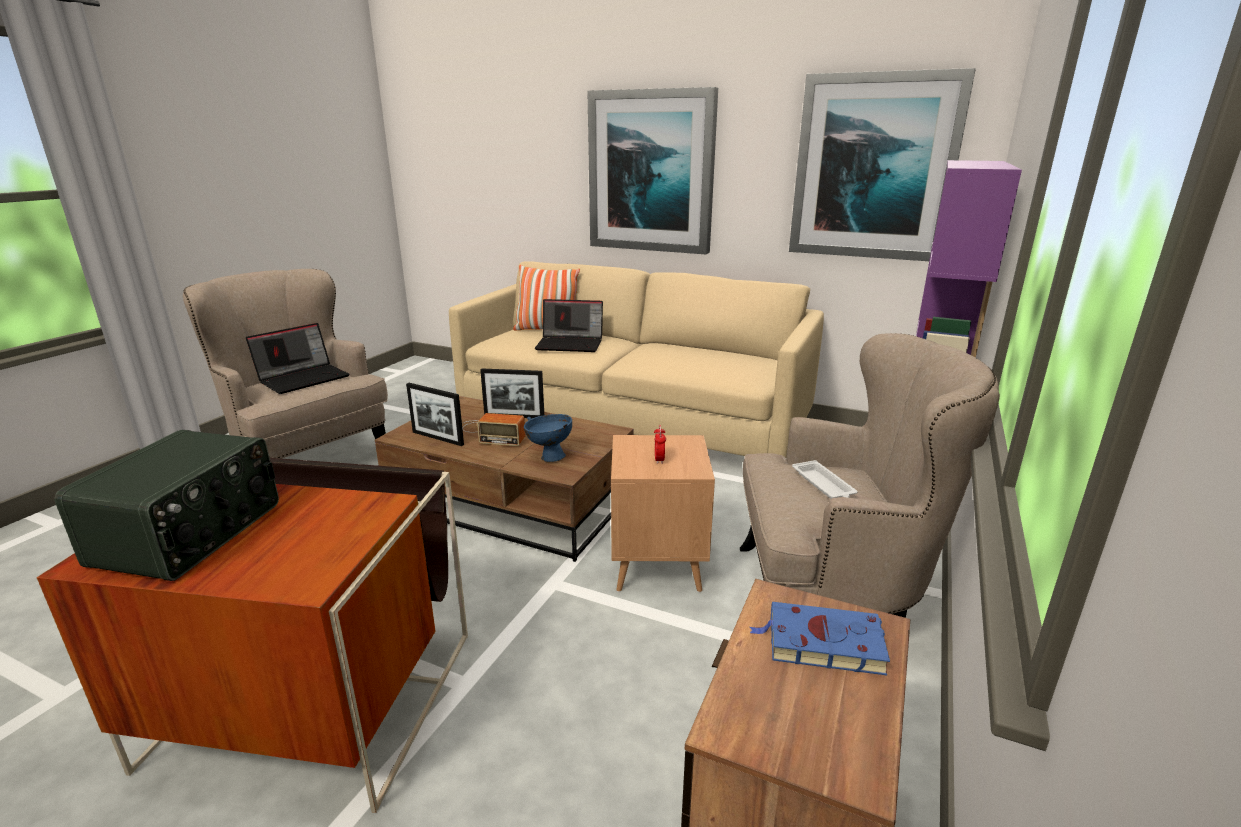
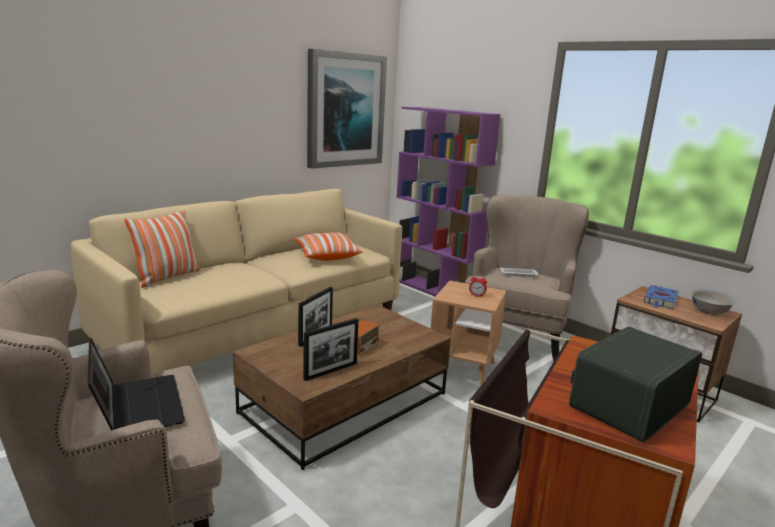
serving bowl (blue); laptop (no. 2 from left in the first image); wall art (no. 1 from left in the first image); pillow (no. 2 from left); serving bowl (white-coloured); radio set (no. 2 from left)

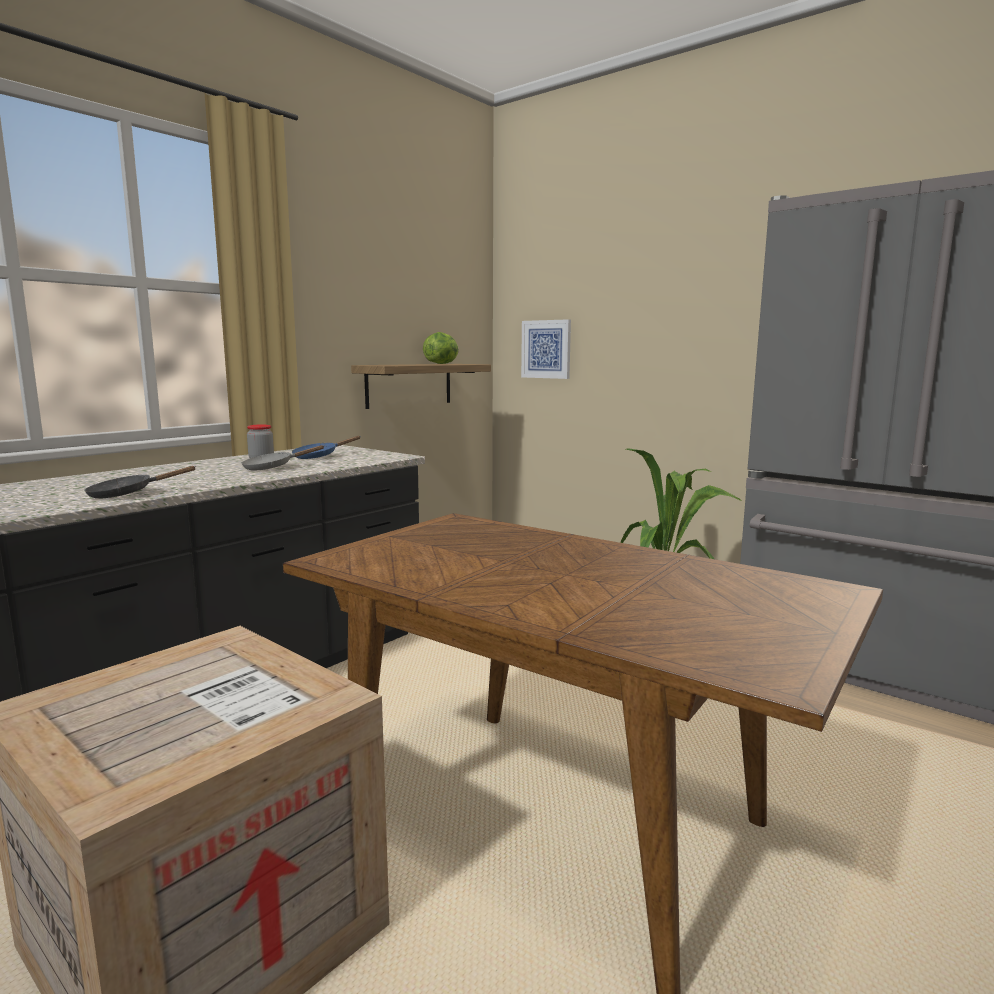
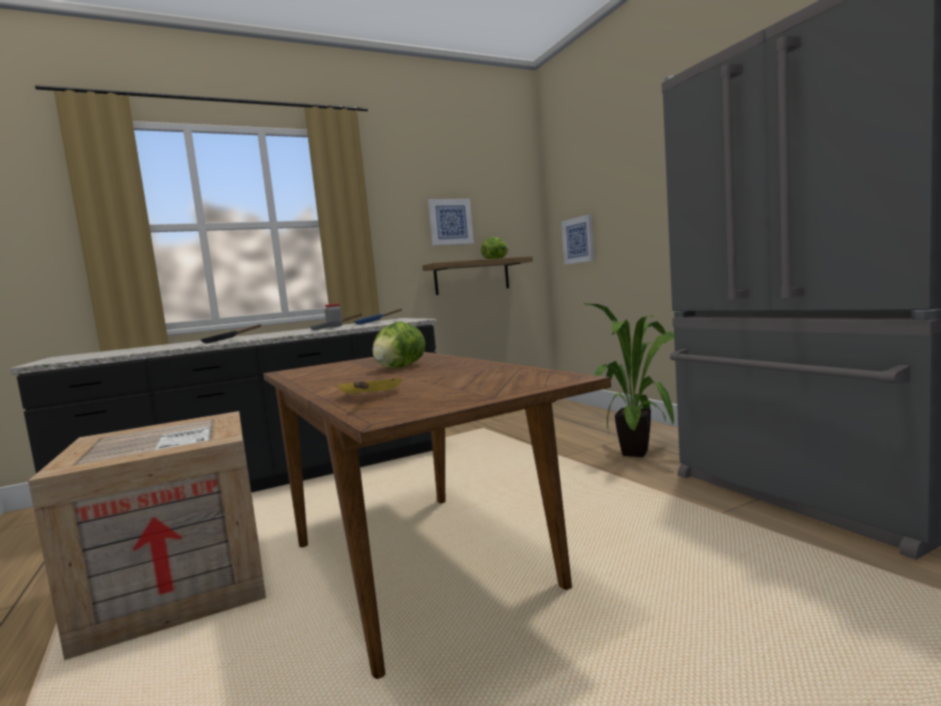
skillet (yellow-coloured); lettuce (no. 1 from left); wall art (no. 1 from left)

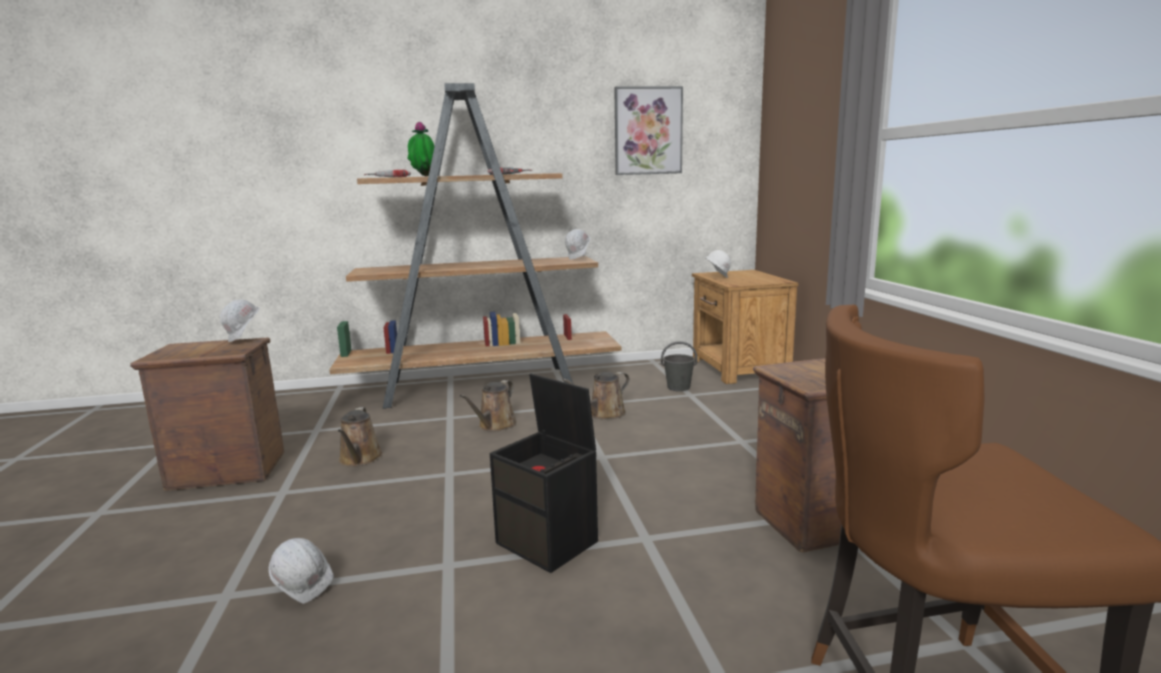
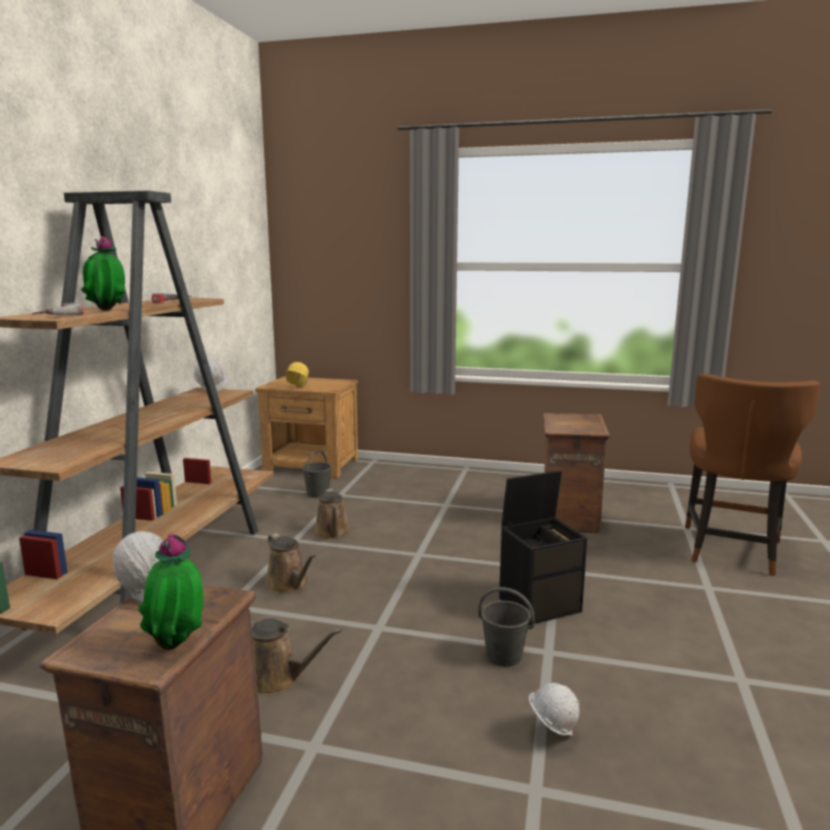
wall art; plant in a pot (no. 2 from left); water bucket (gray) (no. 2 from left); hard hat (yellow-coloured)

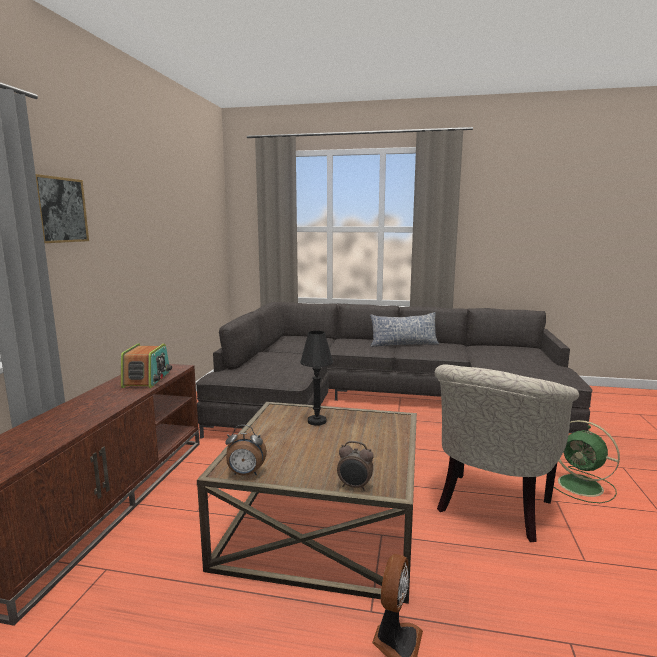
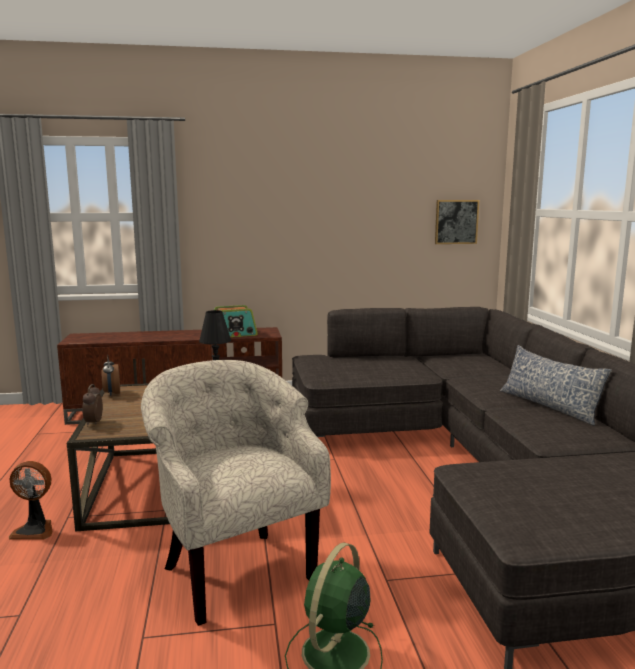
wall art; easy chair (sand-coloured)

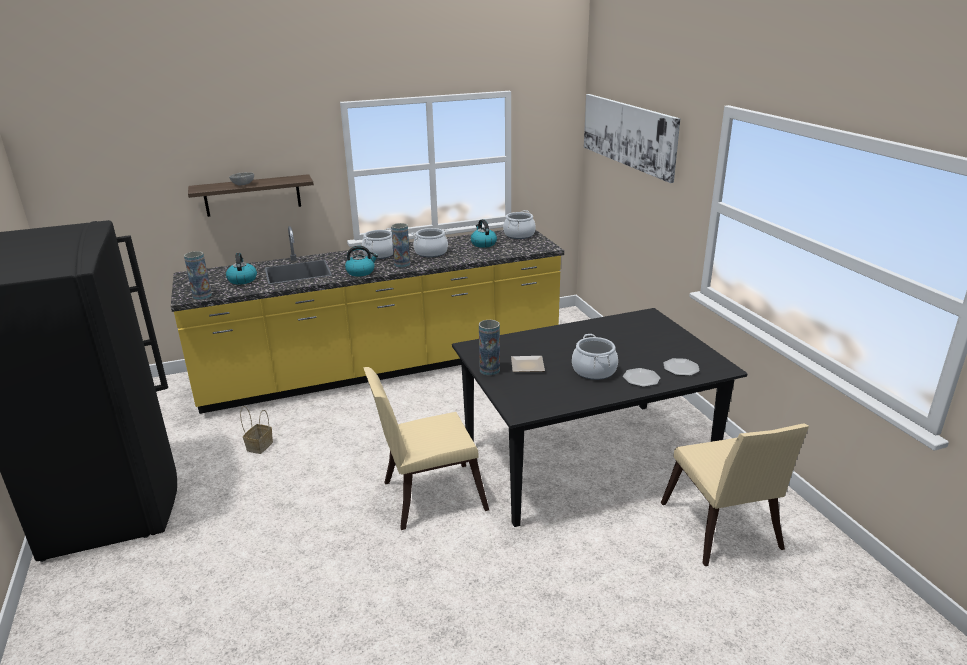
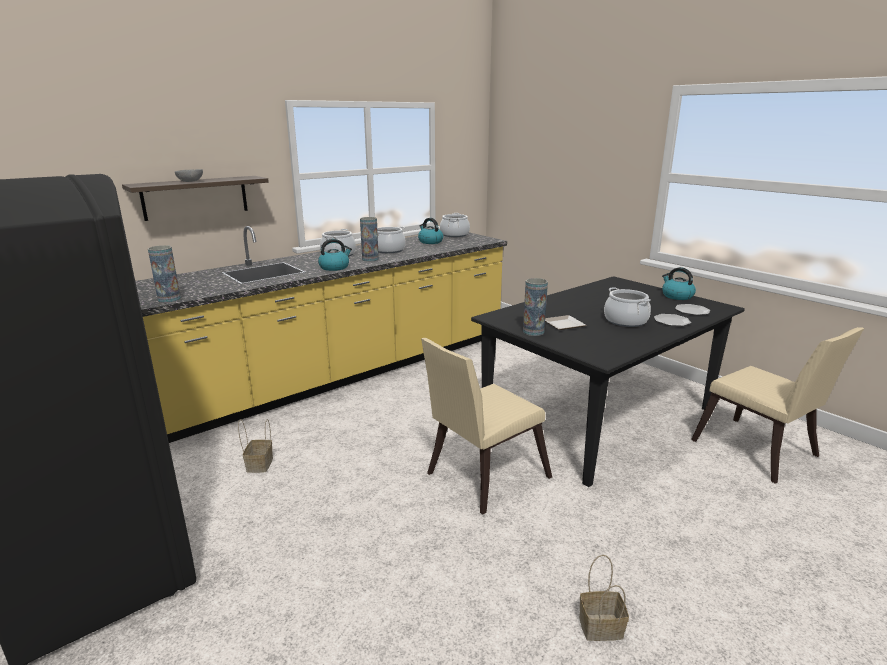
wall art; basket (no. 2 from left); tea kettle (no. 3 from left)

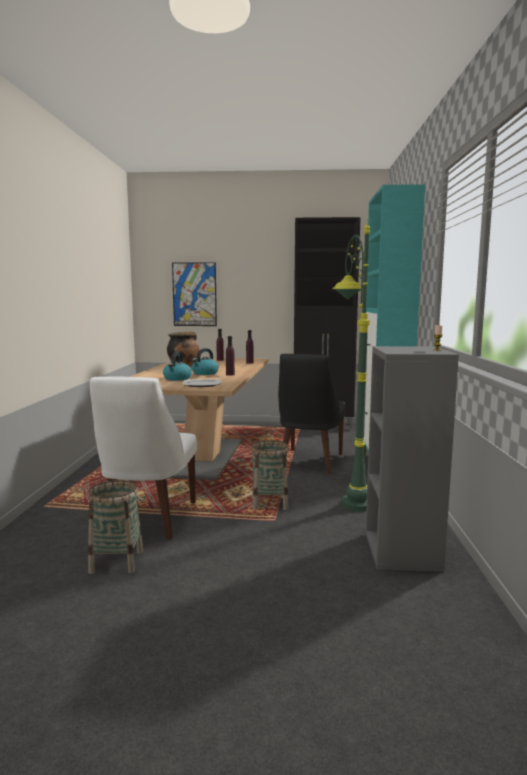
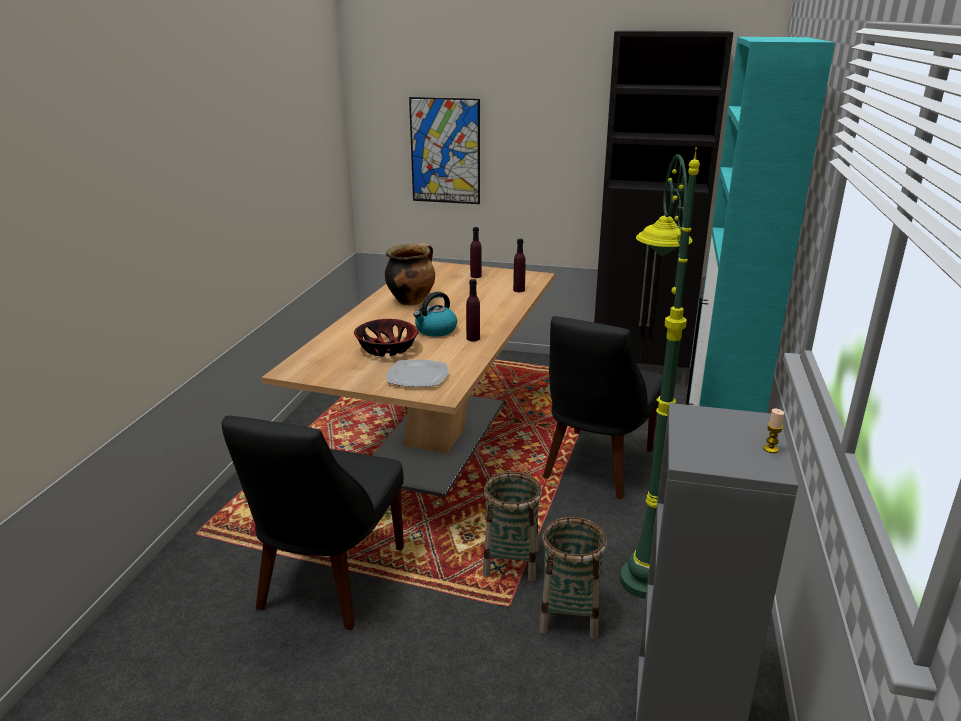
basket (no. 2 from left); serving bowl; upright chair (black-coloured) (no. 1 from left)

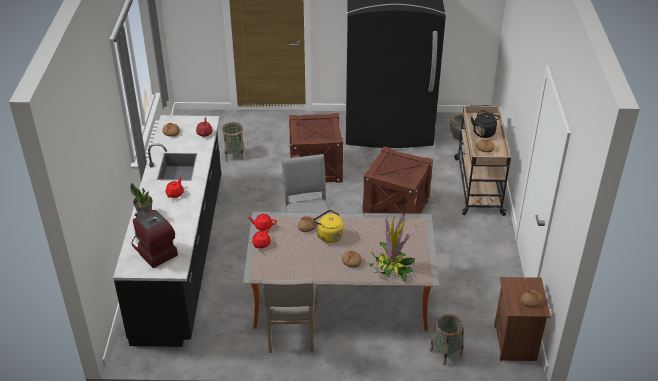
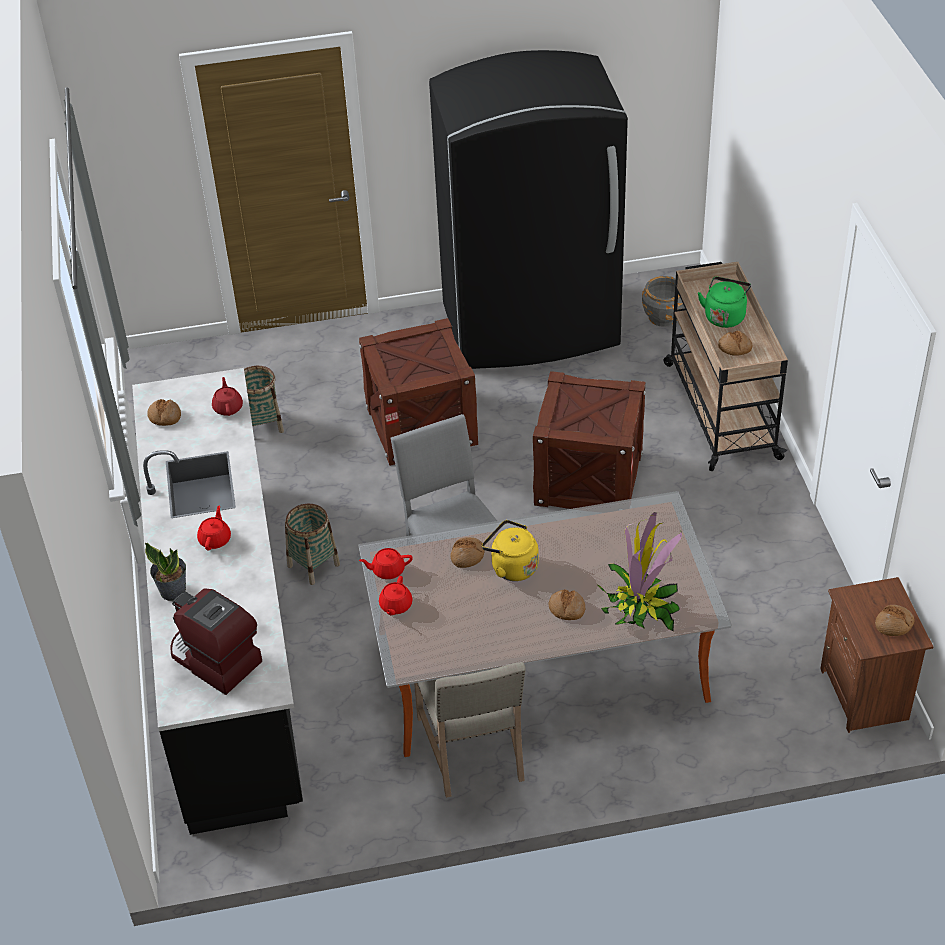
basket (no. 2 from left); tea kettle (green)

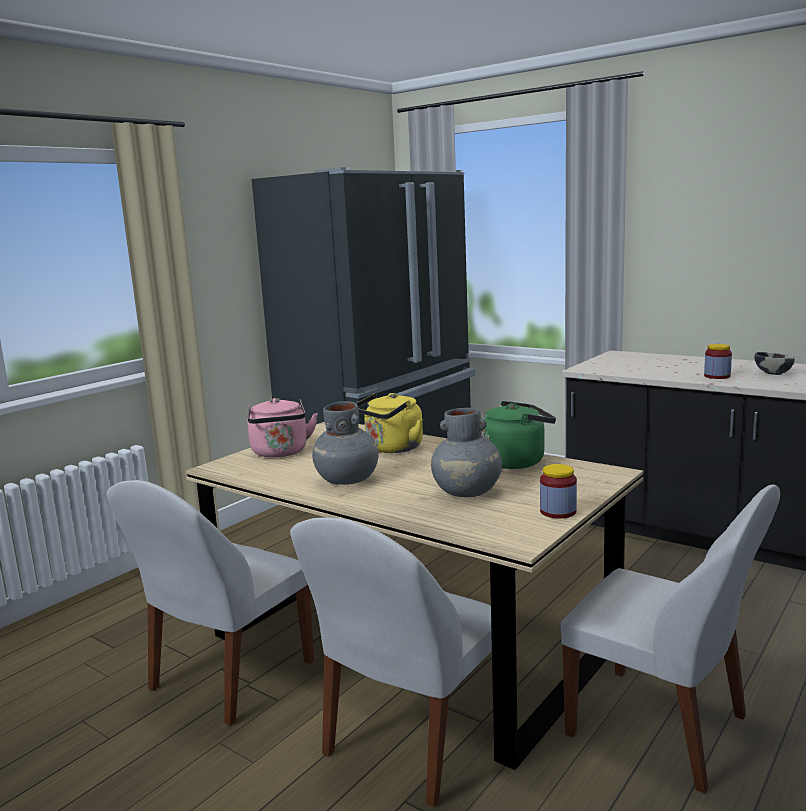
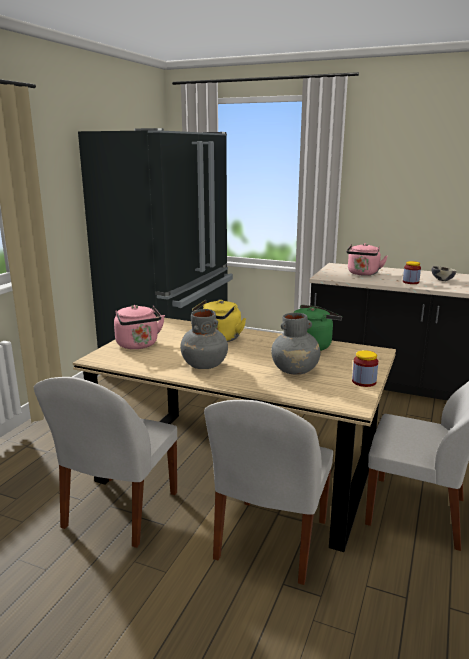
tea kettle (pink) (no. 2 from left)

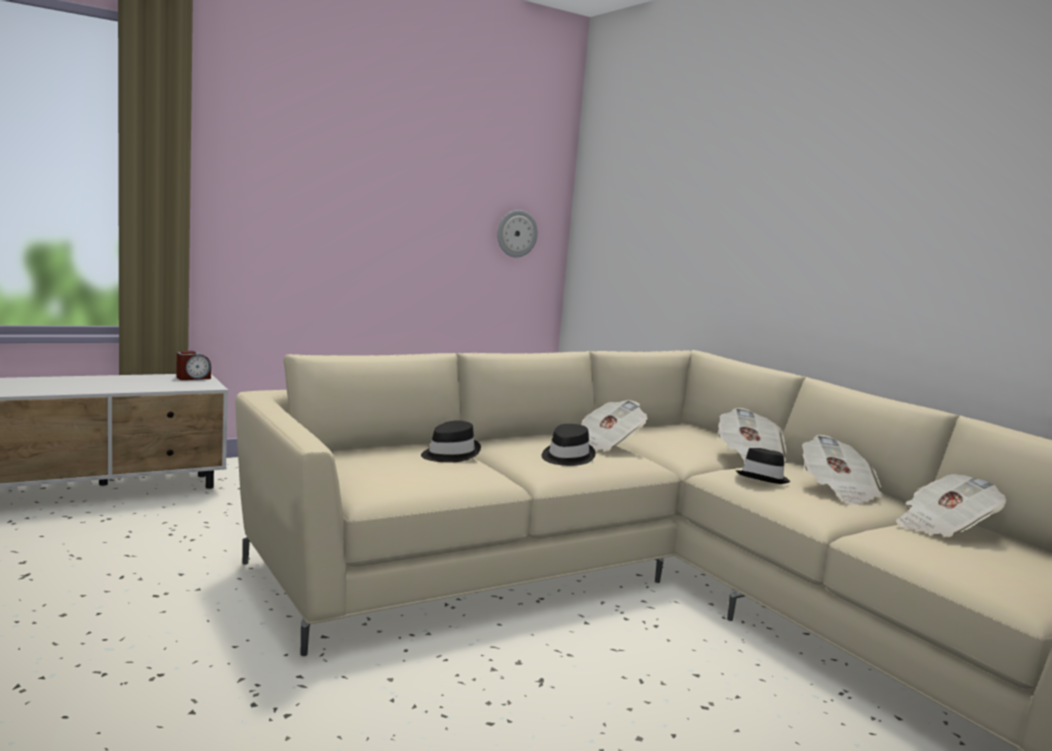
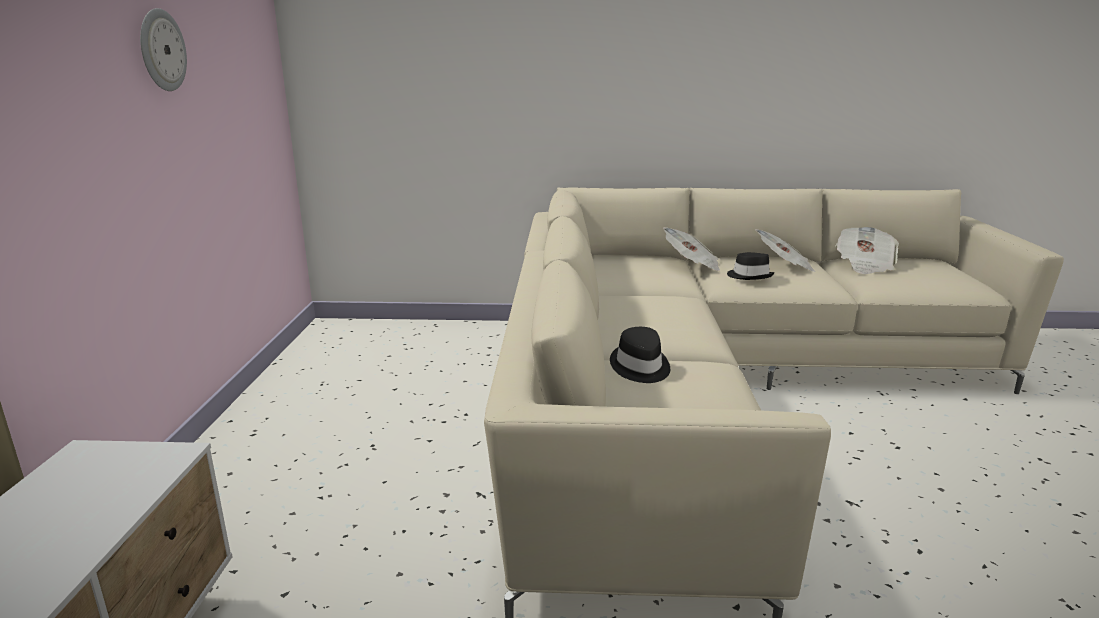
table clock; hat (black-coloured) (no. 2 from left in the first image); daily paper (no. 1 from left in the first image); hanging clock

